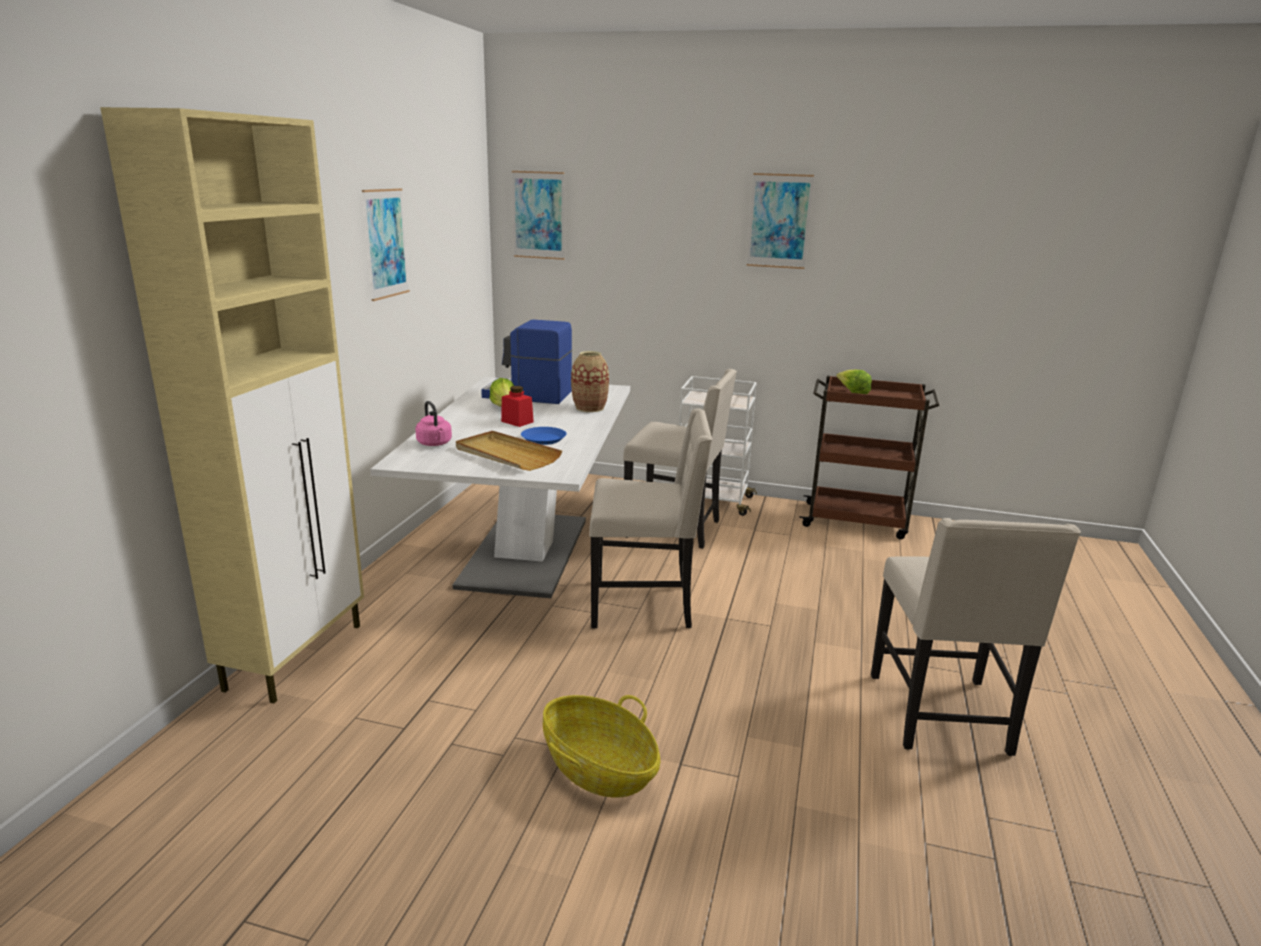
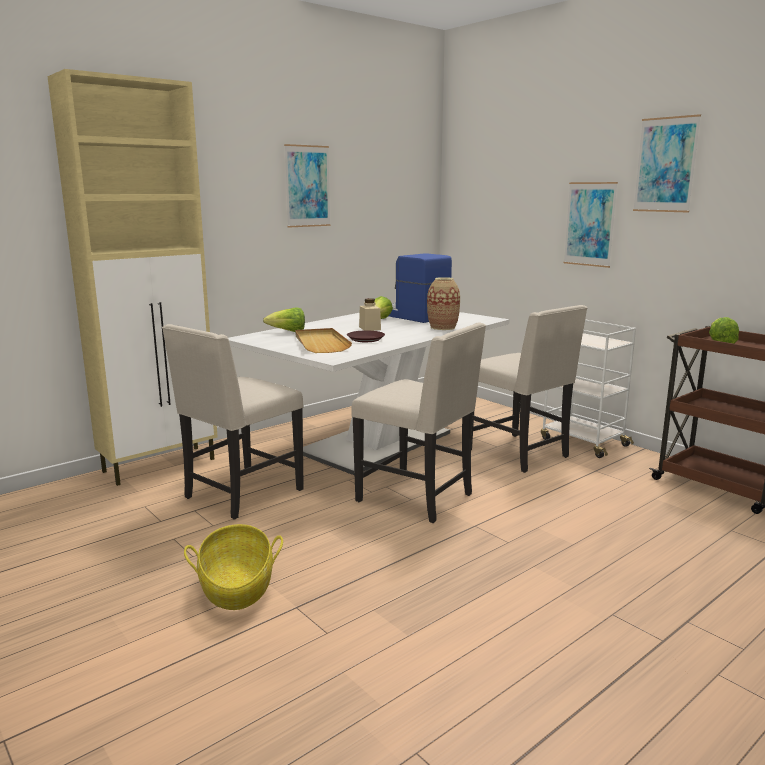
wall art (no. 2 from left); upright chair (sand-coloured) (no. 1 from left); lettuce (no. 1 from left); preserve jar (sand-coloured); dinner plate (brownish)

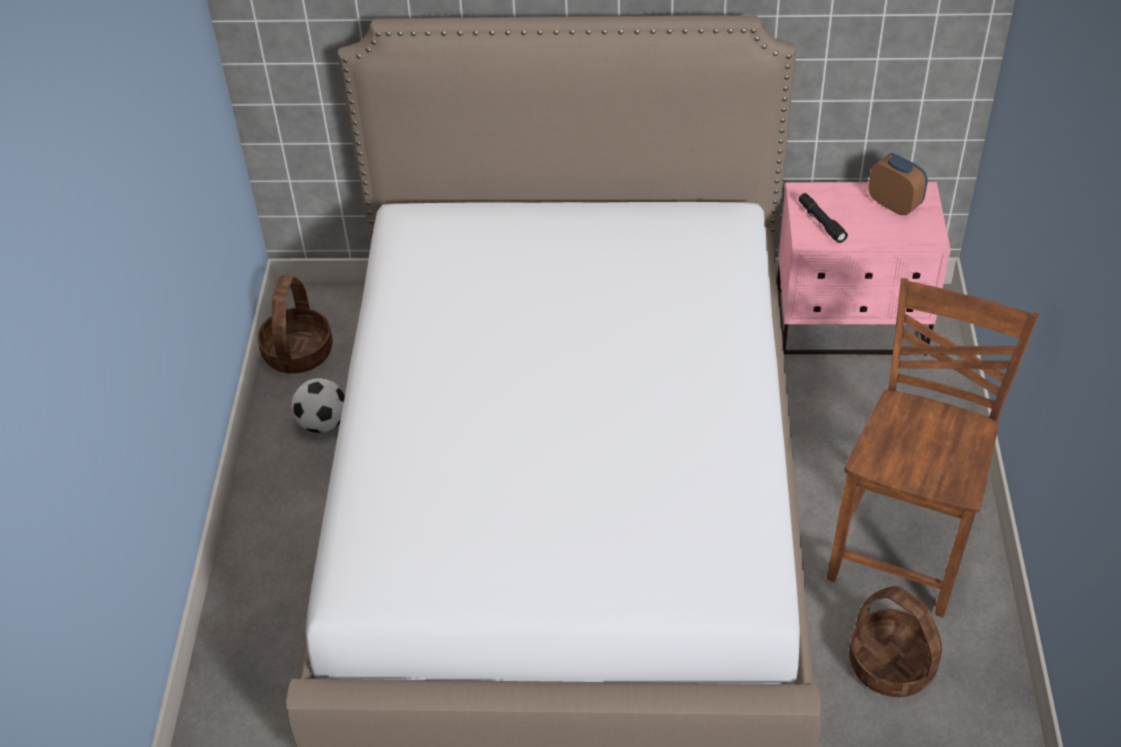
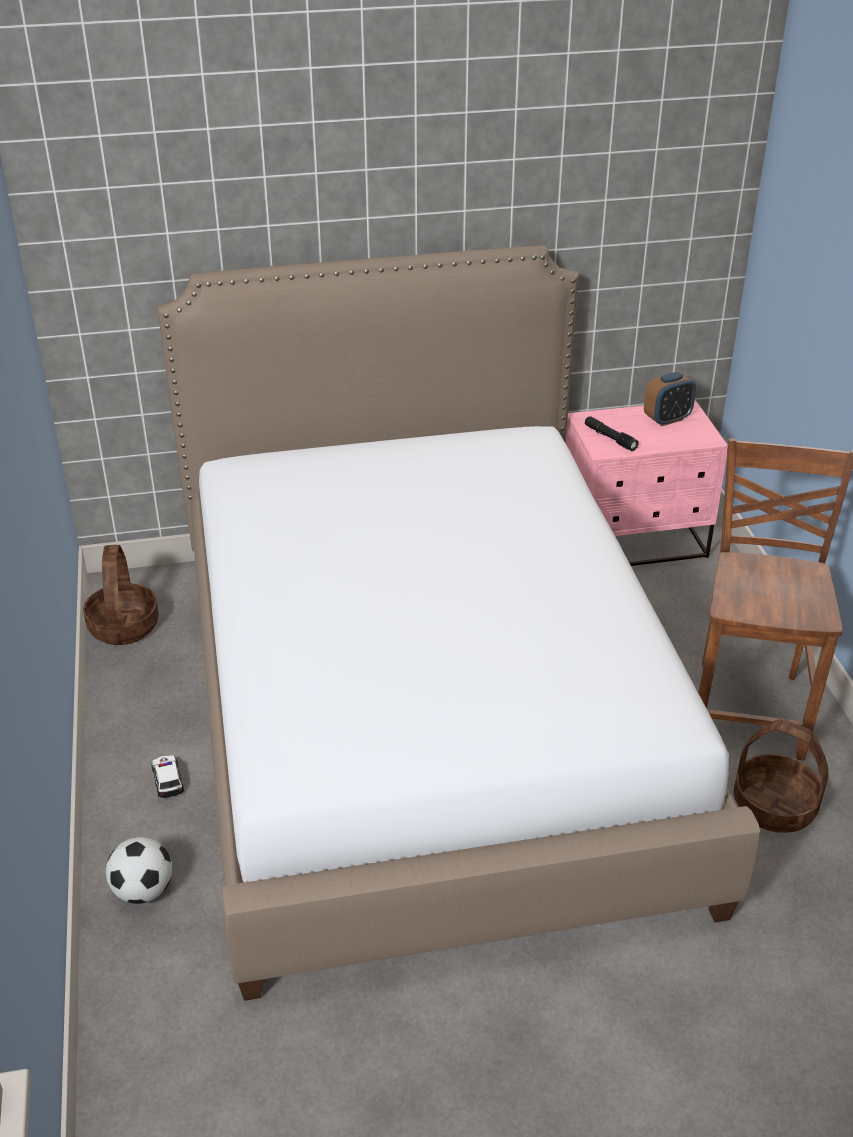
toy car; football; table clock

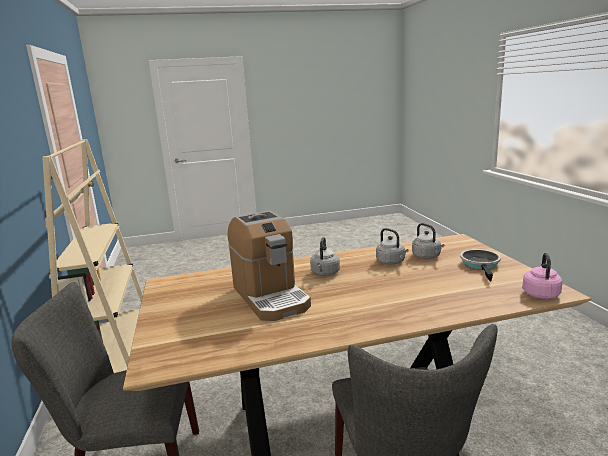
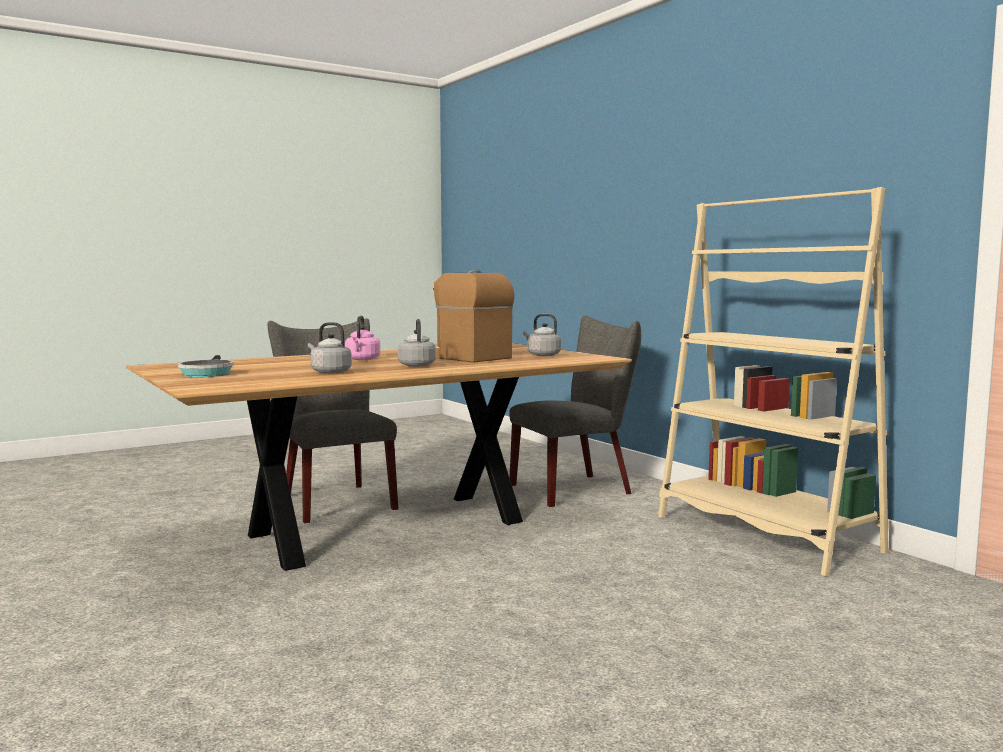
tea kettle (gray) (no. 3 from left); tea kettle (pink)

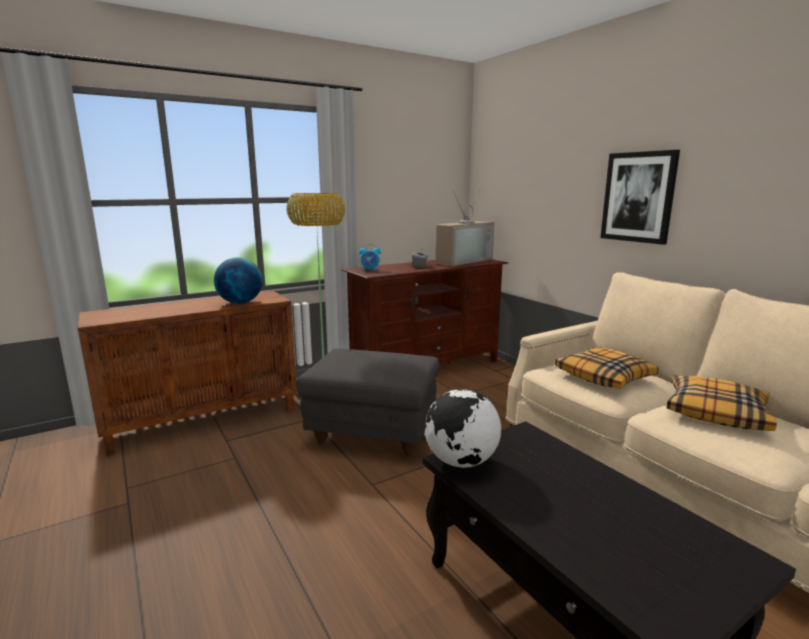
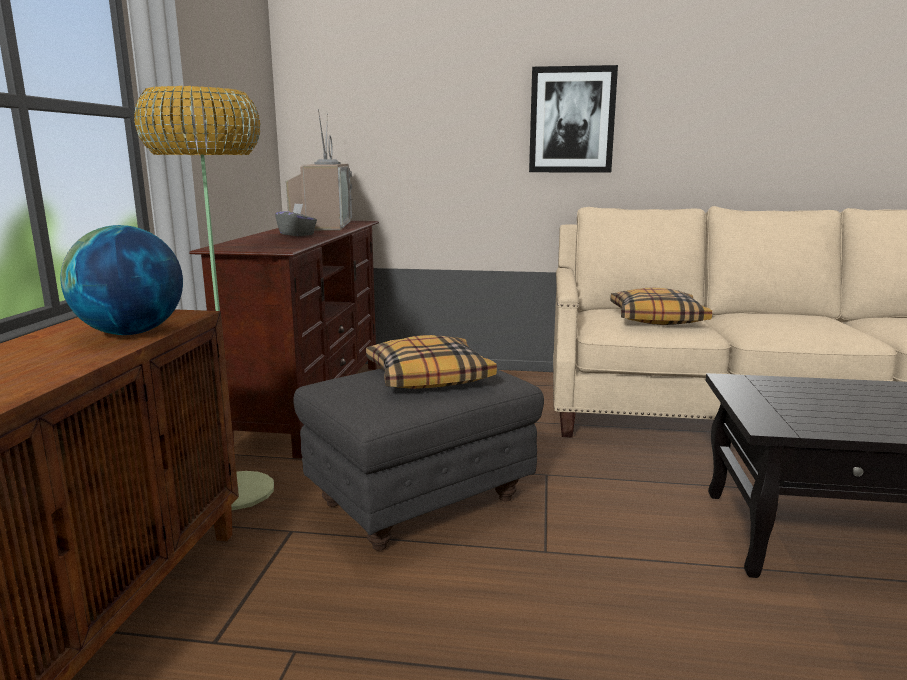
table clock; world globe (no. 2 from left in the first image); pillow (no. 1 from left)

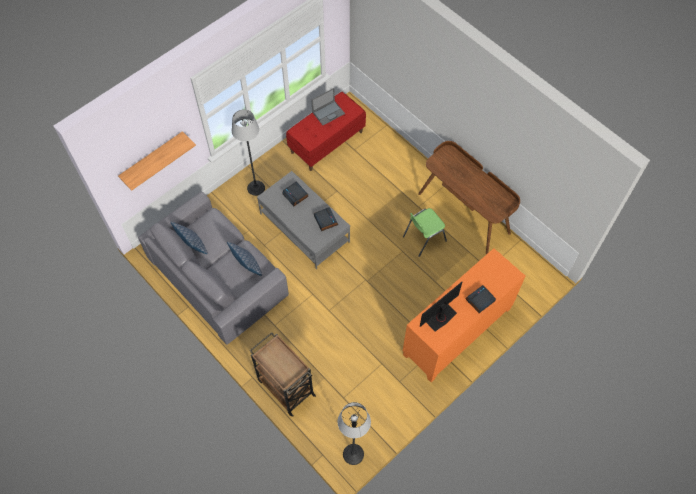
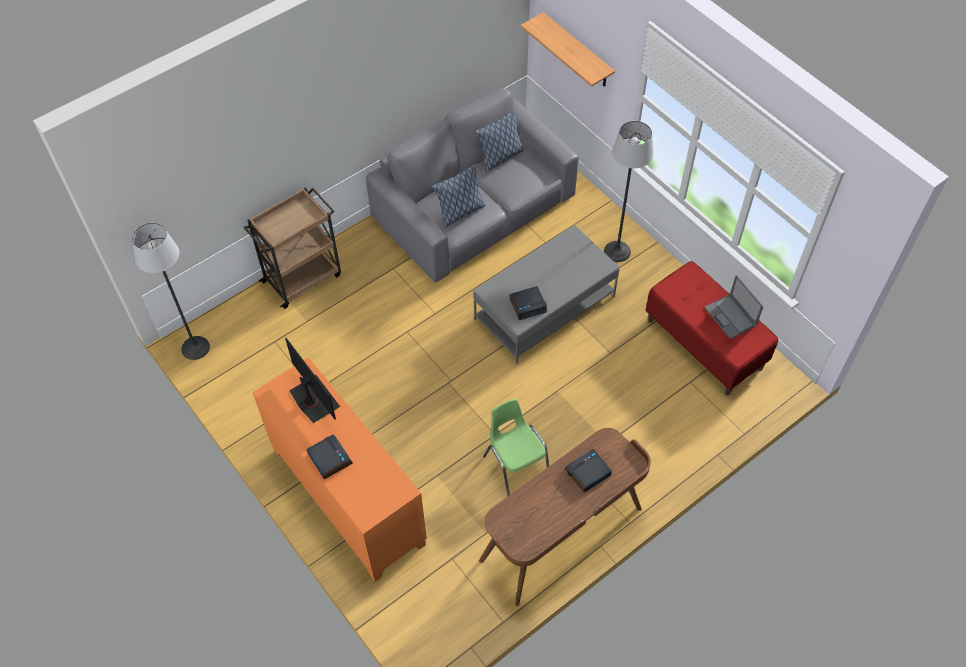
table clock (no. 3 from left)

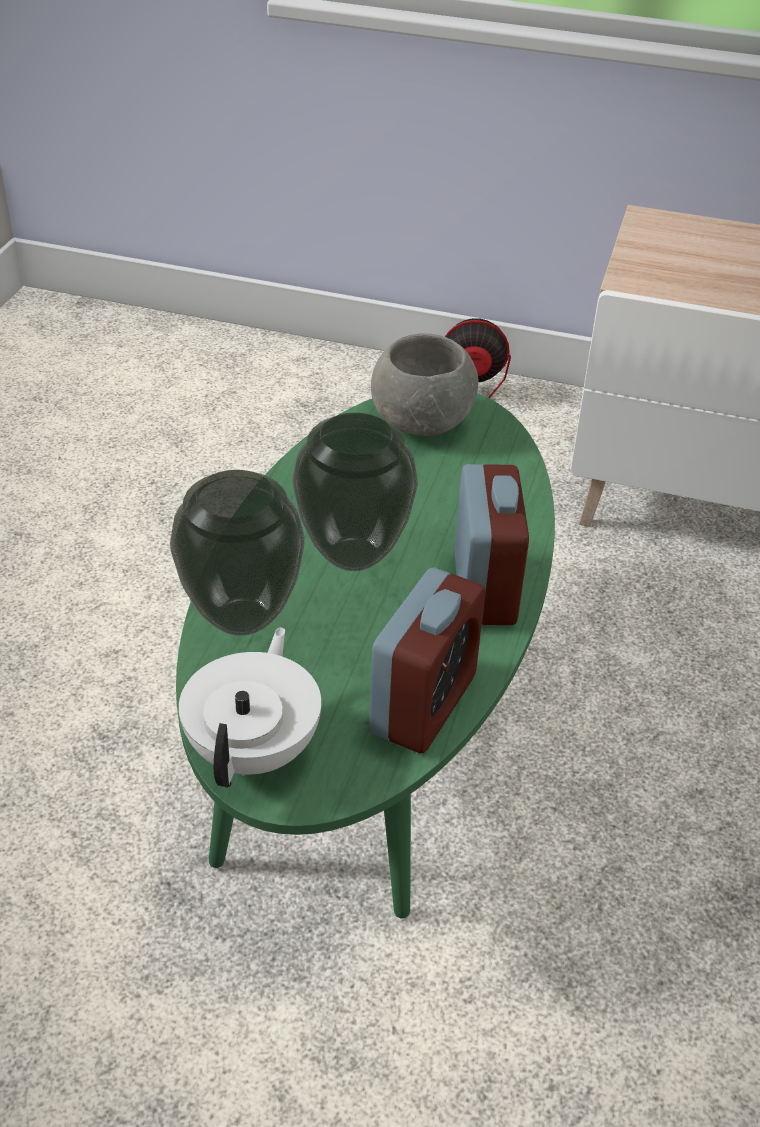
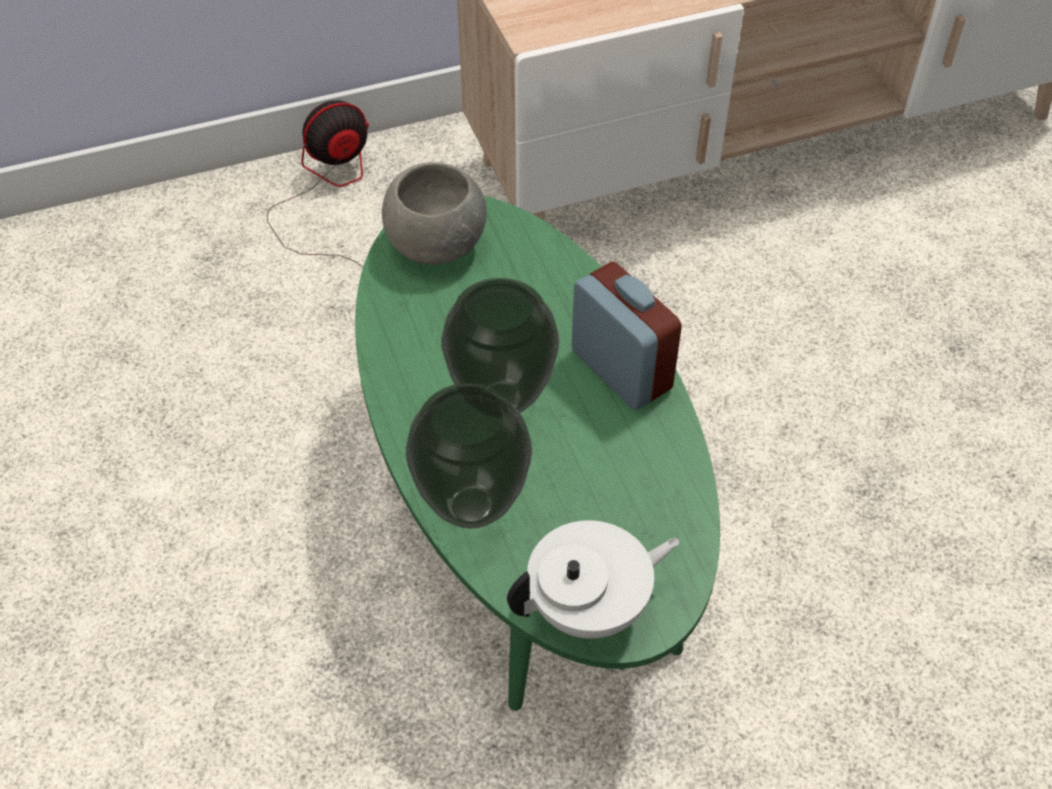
table clock (no. 1 from left in the first image); pot for tea (white-coloured)

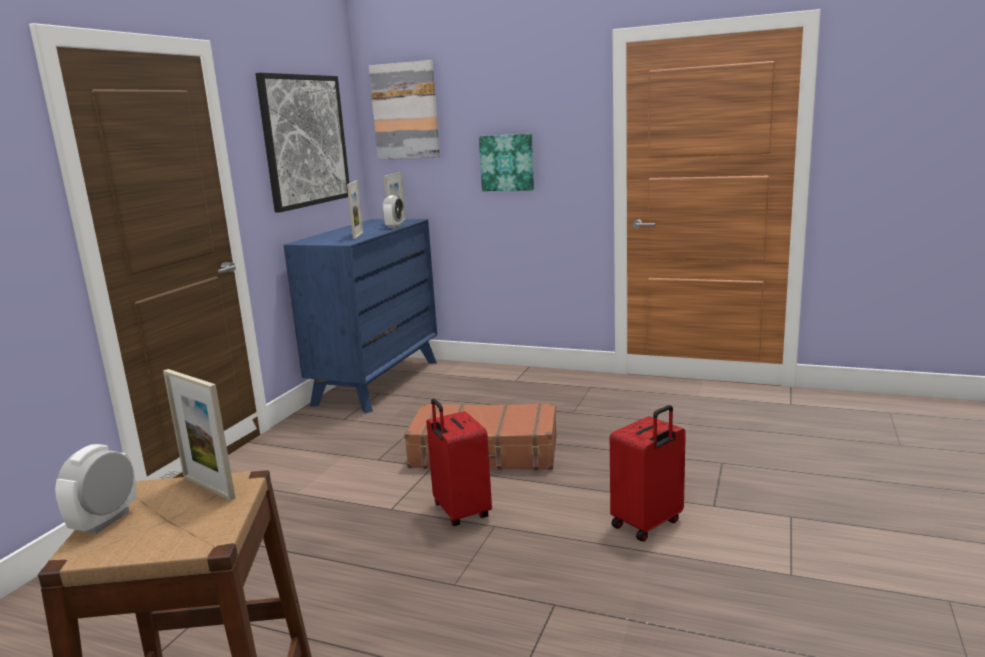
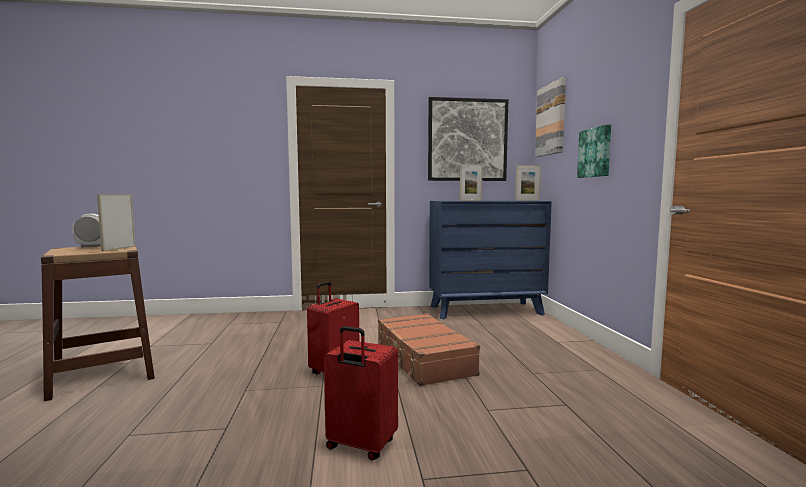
table clock (no. 2 from left in the first image)

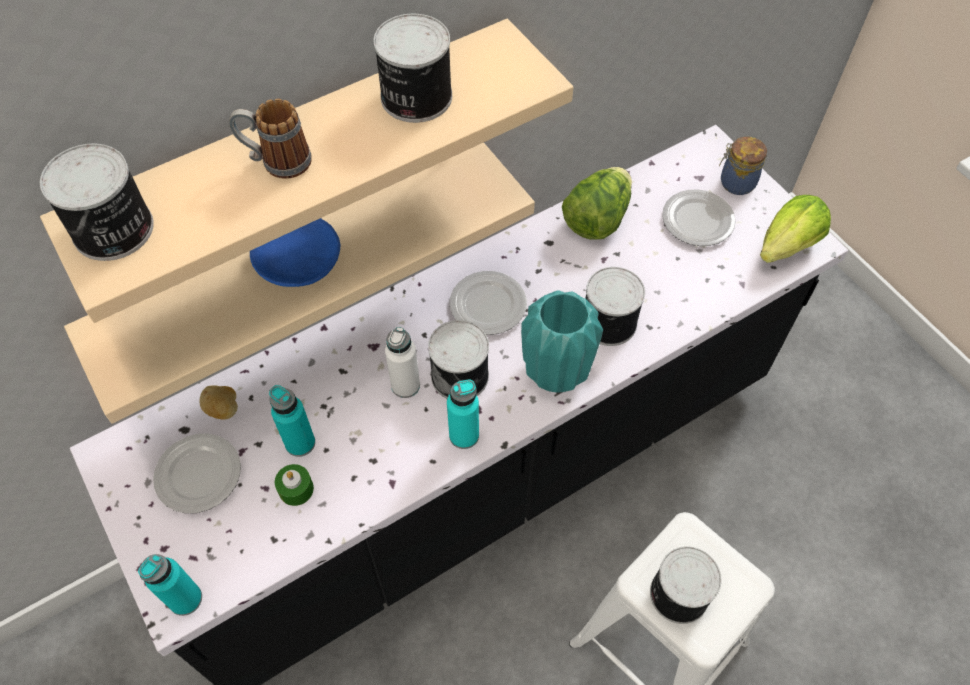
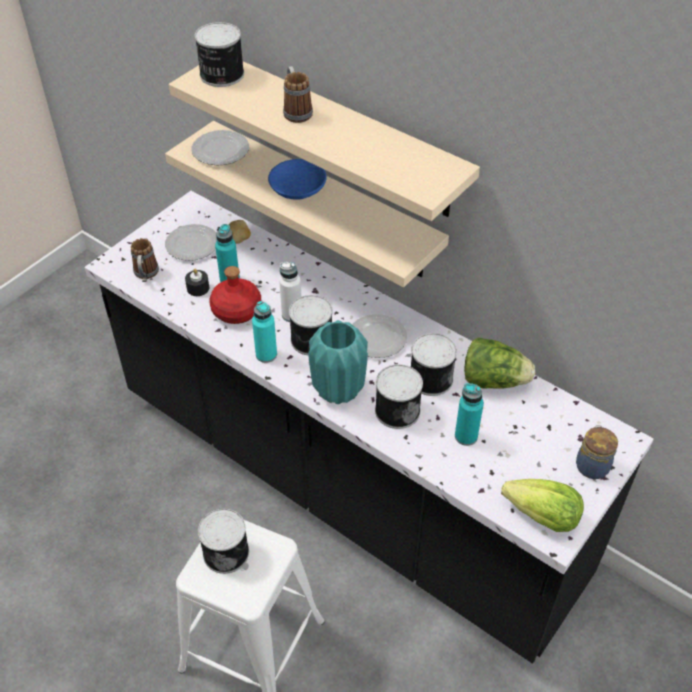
coffee mug (no. 1 from left); drink bottle (red); drink bottle (turquoise-coloured) (no. 3 from left); can (no. 5 from left); dinner plate (no. 2 from left); wax light (black-coloured)

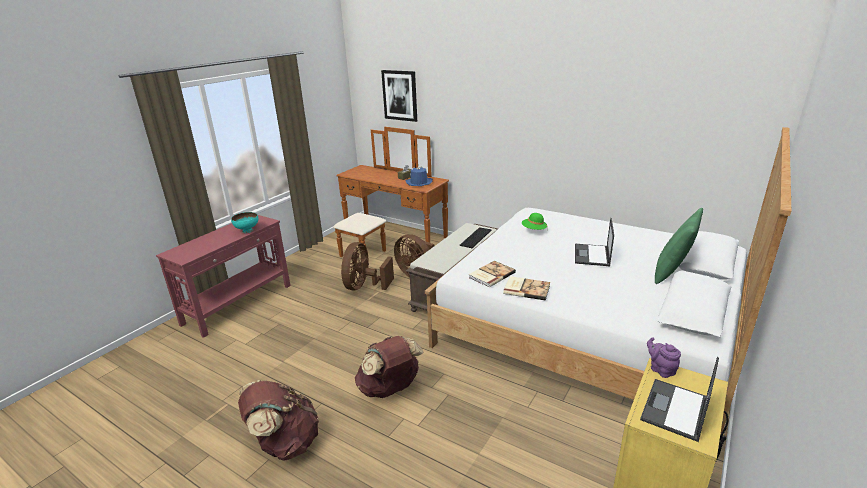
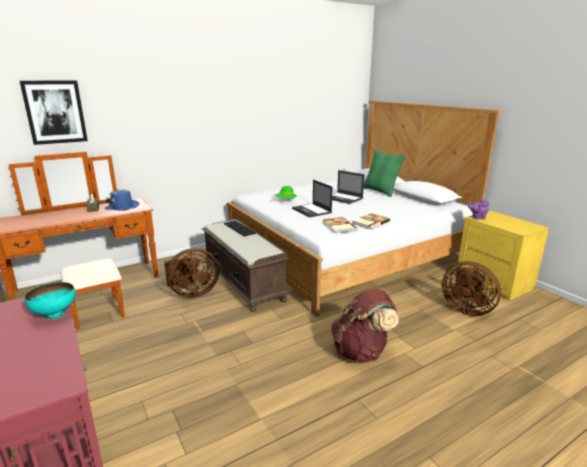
rucksack (brownish) (no. 1 from left in the first image); electric fan (brownish) (no. 2 from left); laptop (no. 1 from left)

